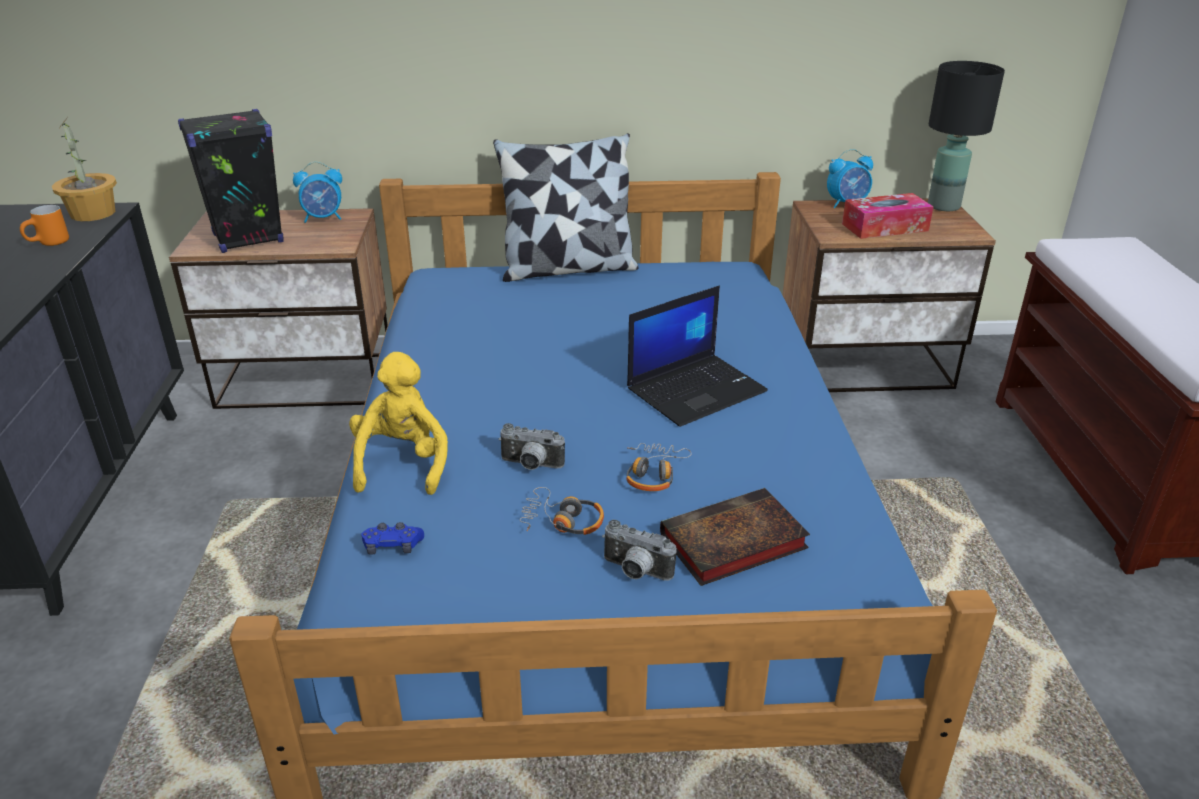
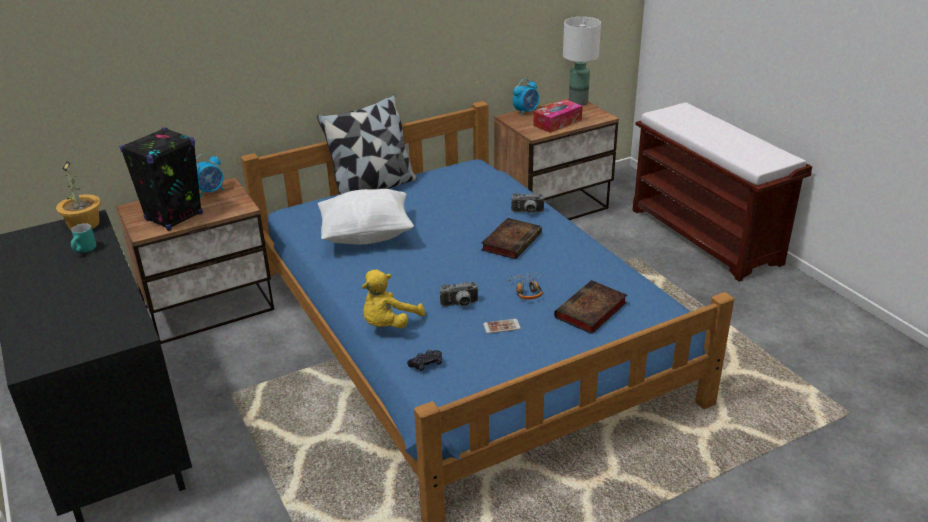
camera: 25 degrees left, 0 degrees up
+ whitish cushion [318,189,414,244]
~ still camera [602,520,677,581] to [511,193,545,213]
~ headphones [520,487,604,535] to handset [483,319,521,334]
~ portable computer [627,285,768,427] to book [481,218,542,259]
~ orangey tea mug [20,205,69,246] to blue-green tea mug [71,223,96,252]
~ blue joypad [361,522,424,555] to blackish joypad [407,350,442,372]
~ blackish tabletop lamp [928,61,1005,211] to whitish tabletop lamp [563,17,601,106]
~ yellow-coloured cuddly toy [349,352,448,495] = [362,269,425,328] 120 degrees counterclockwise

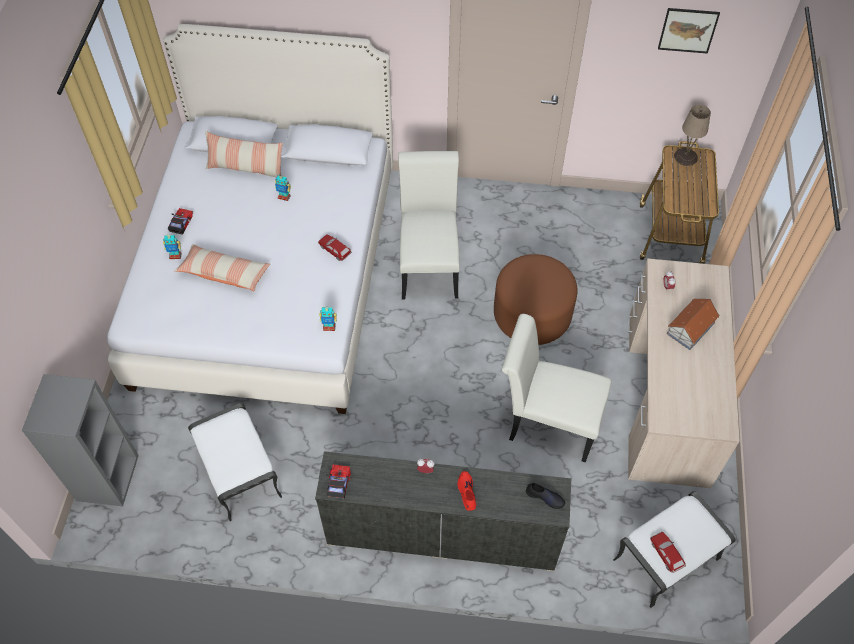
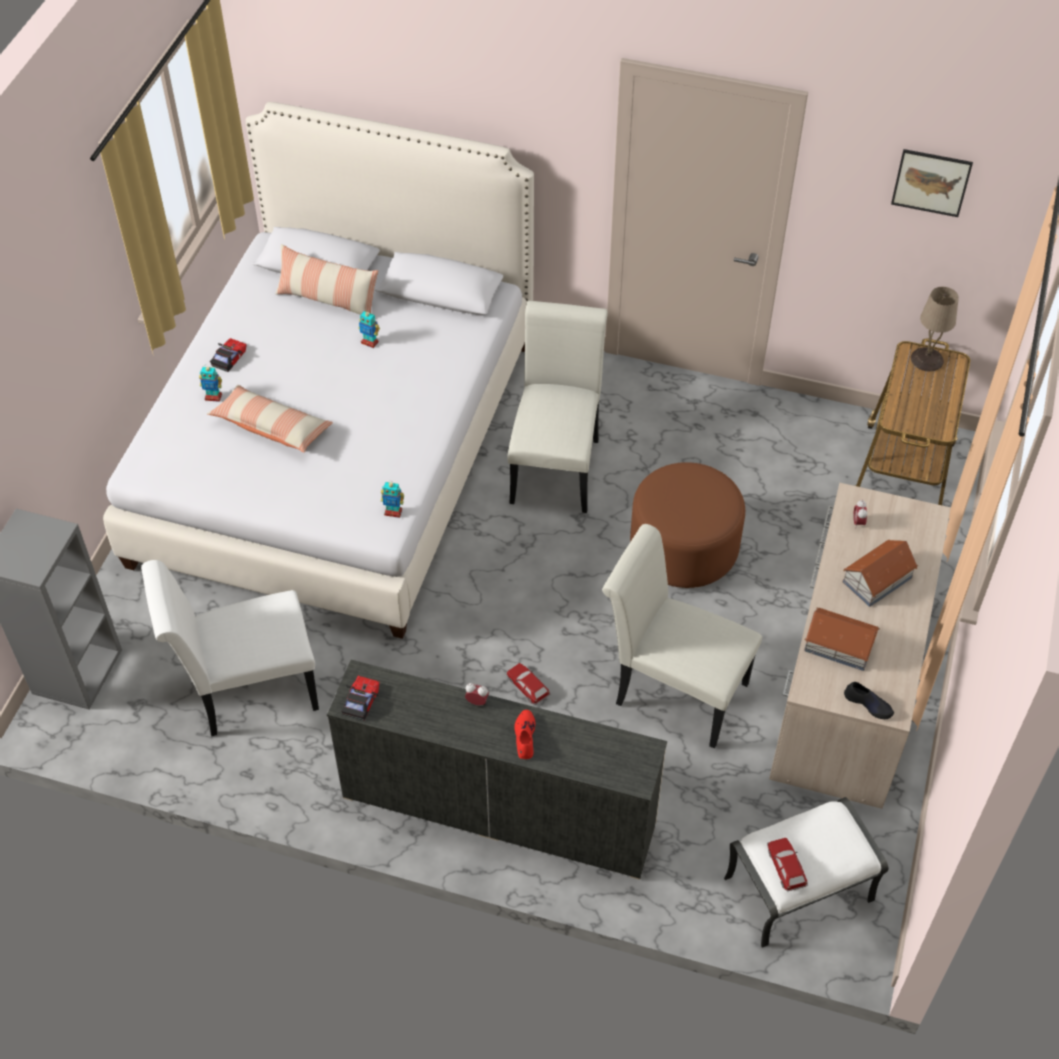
camera: 10 degrees right, 5 degrees down
+ model house [804,608,880,671]
~ toy car [318,234,352,261] to [506,663,551,704]
~ blackish item of footwear [526,483,565,509] to [844,682,894,719]
~ whitish pouffe [188,403,282,521] to whitish plain chair [141,560,319,736]

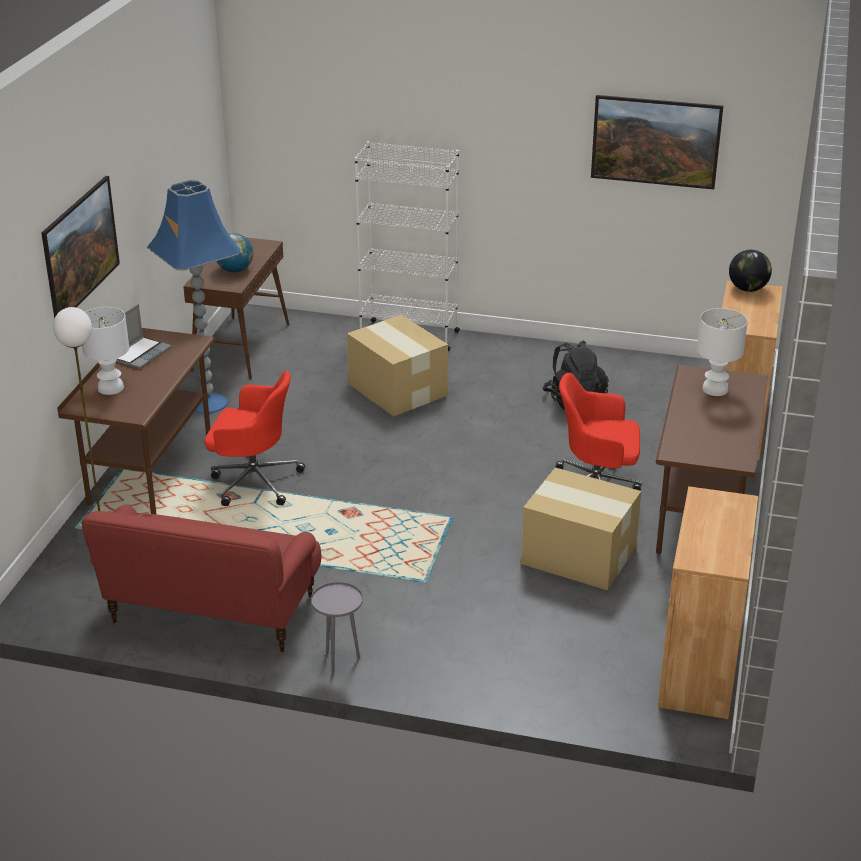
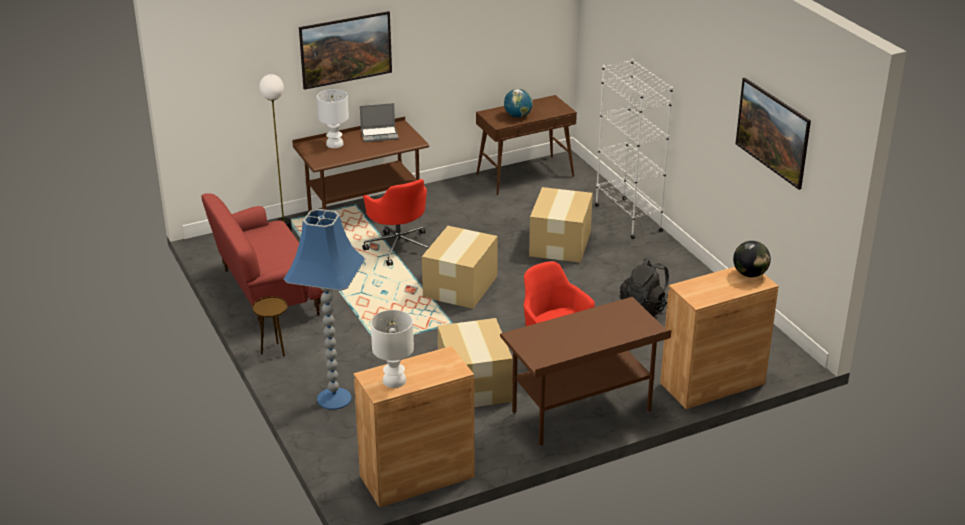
camera: 50 degrees right, 0 degrees up
+ carton [422,226,498,309]
~ blue floor lamp [147,179,241,413] to [284,209,365,410]
~ whitish tabletop lamp [697,308,748,396] to [371,310,414,388]
~ grey accent table [311,582,363,675] to brownish accent table [252,296,287,356]

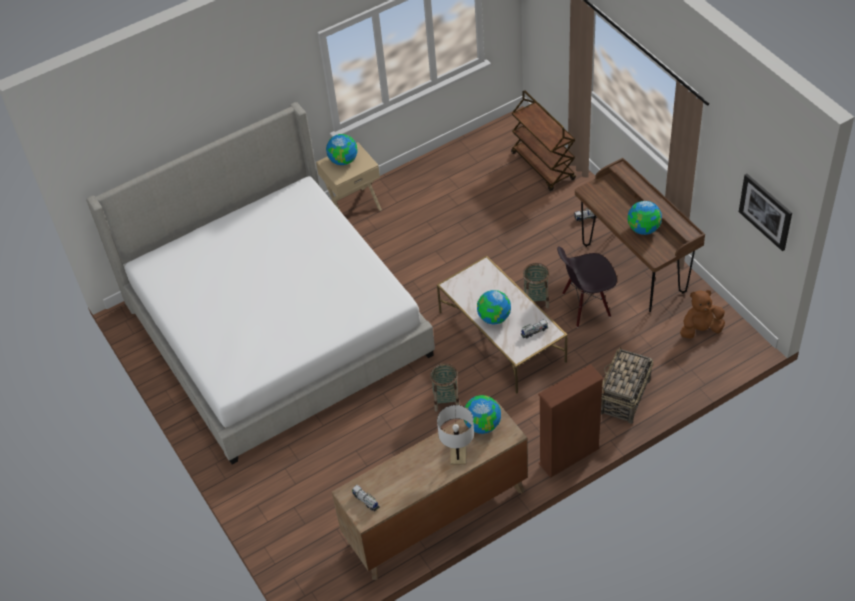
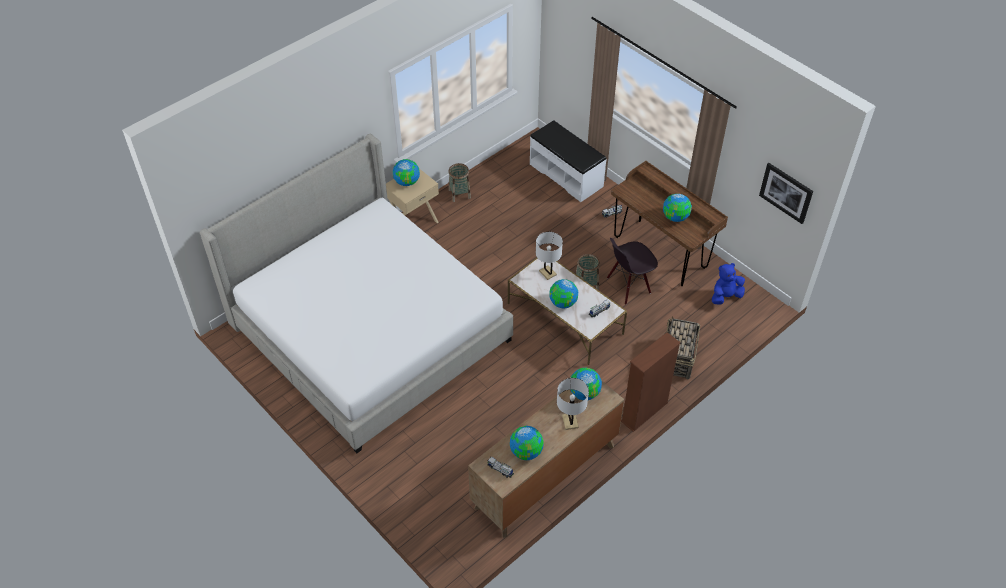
camera: 15 degrees left, 0 degrees up
+ world globe [510,426,544,460]
+ whitish tabletop lamp [536,232,563,280]
~ household basket [430,363,460,412] to [448,163,471,202]
~ brownish wheeled cart [511,90,576,191] to whitish indoor bench [530,120,606,202]
~ brownish cuddly toy [680,290,725,339] to blue cuddly toy [712,263,745,305]

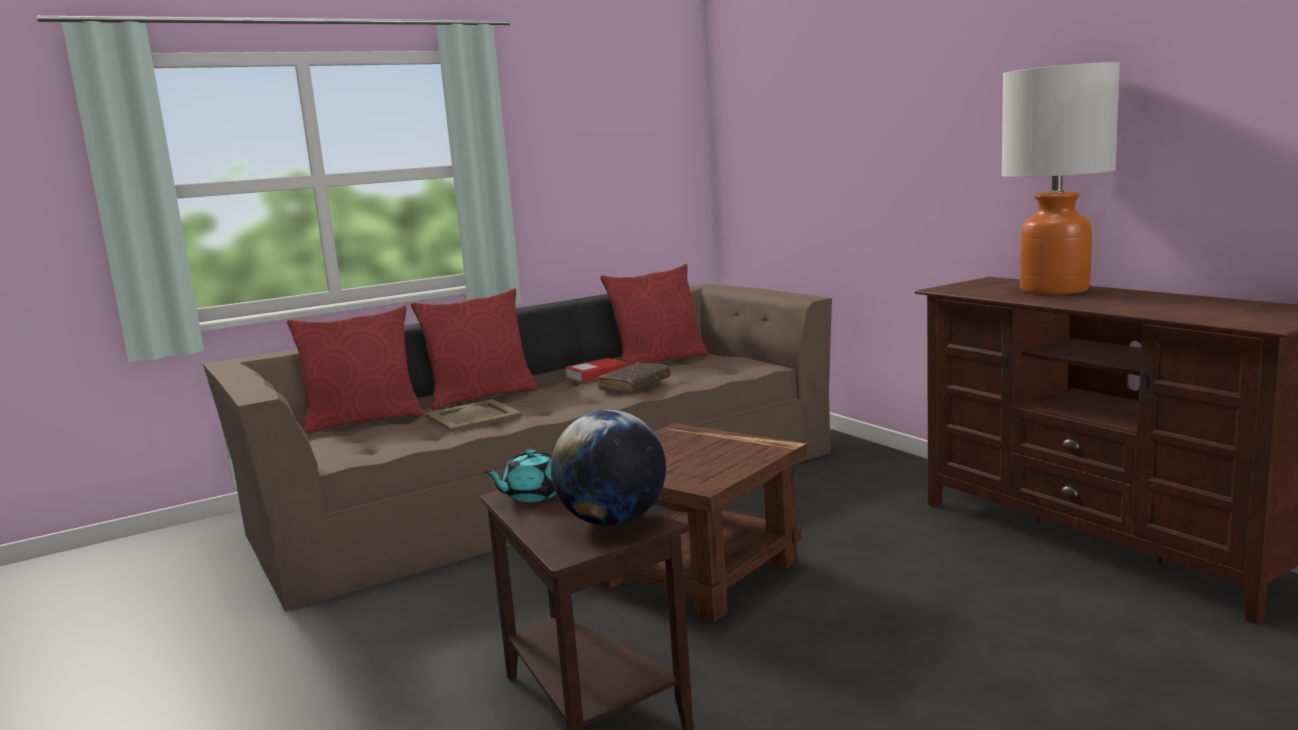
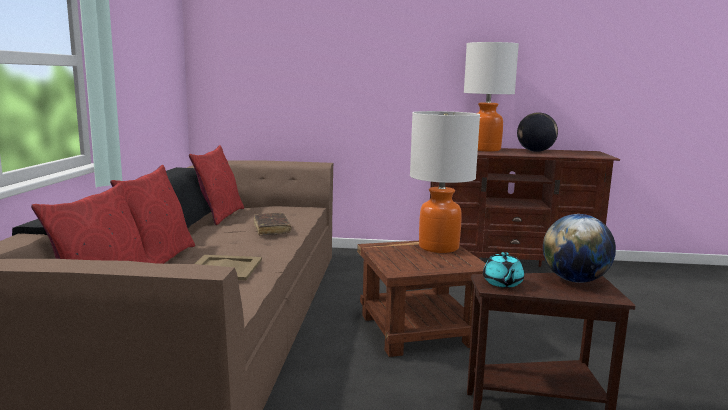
camera: 55 degrees left, 0 degrees up
- book [565,358,626,383]
+ tabletop lamp [410,111,480,253]
+ world globe [517,112,558,152]

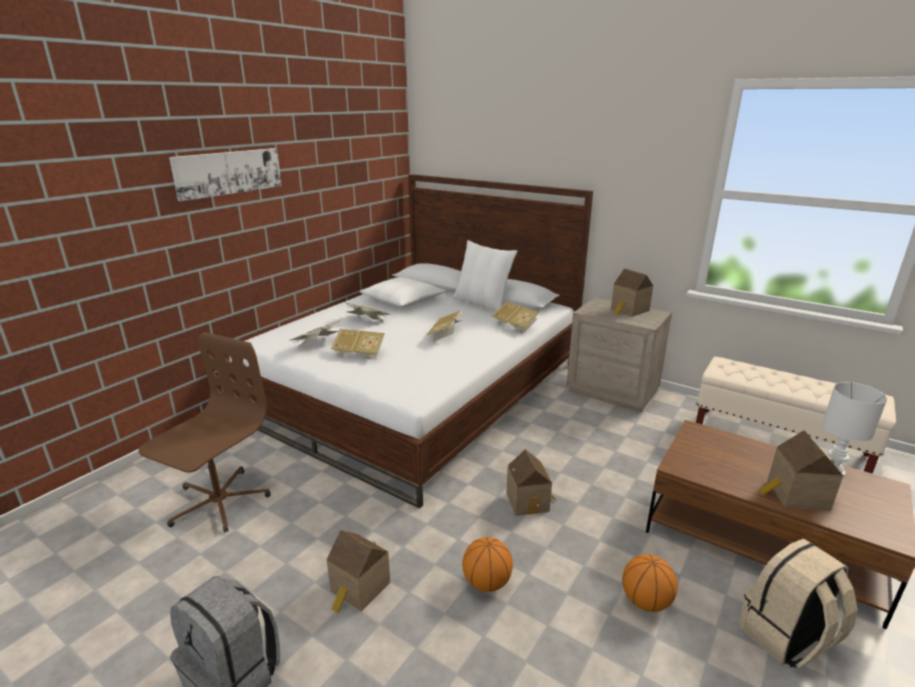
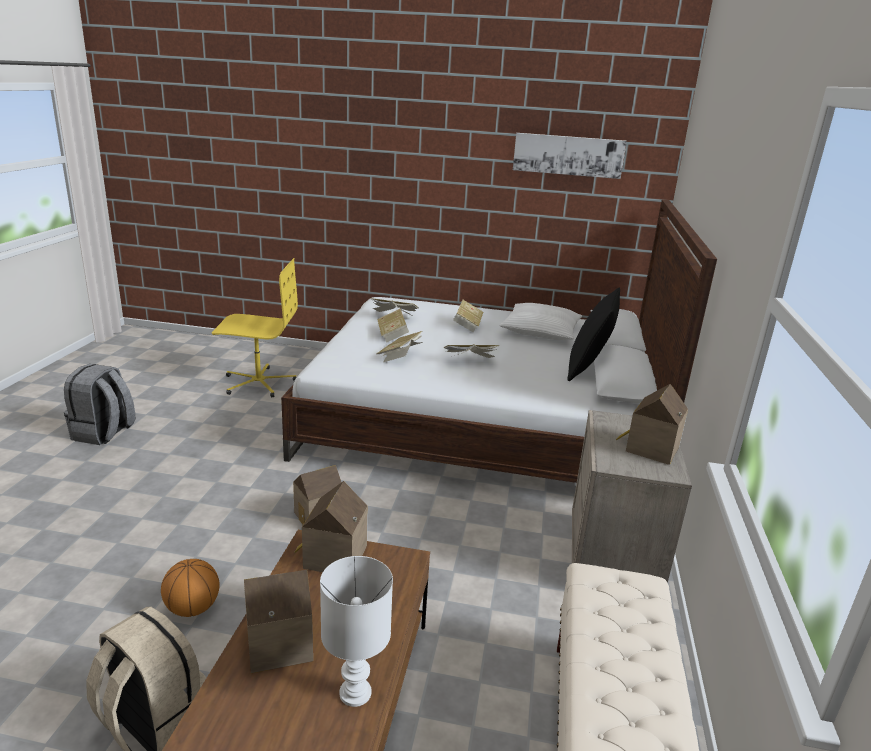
camera: 65 degrees right, 0 degrees up
- ball for basketball [462,537,513,592]
~ picture [169,148,282,201] to [513,133,627,179]
~ model house [327,530,390,613] to [294,481,368,572]
~ book [492,301,539,333] to [376,331,423,362]
~ brownish computer chair [138,332,271,533] to yellow-coloured computer chair [212,258,298,397]
~ whitish cushion [453,240,517,311] to blackish cushion [568,288,620,381]

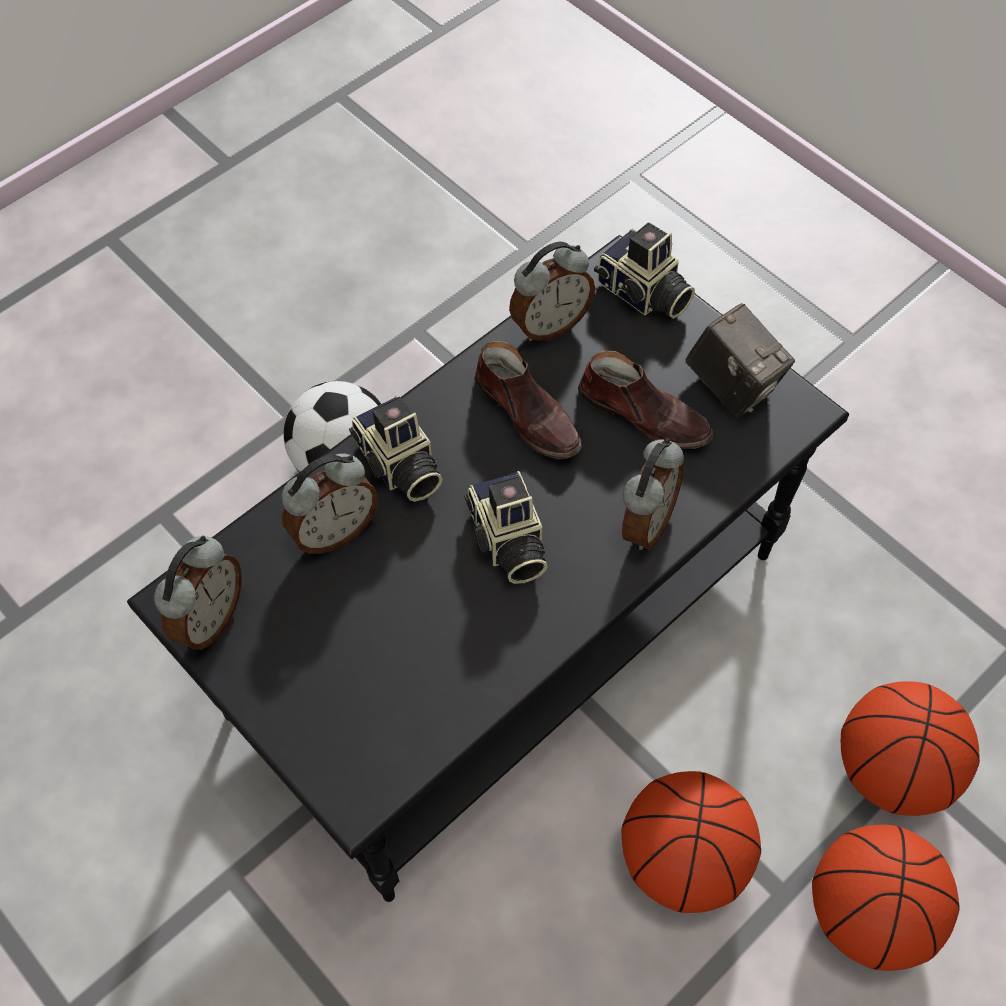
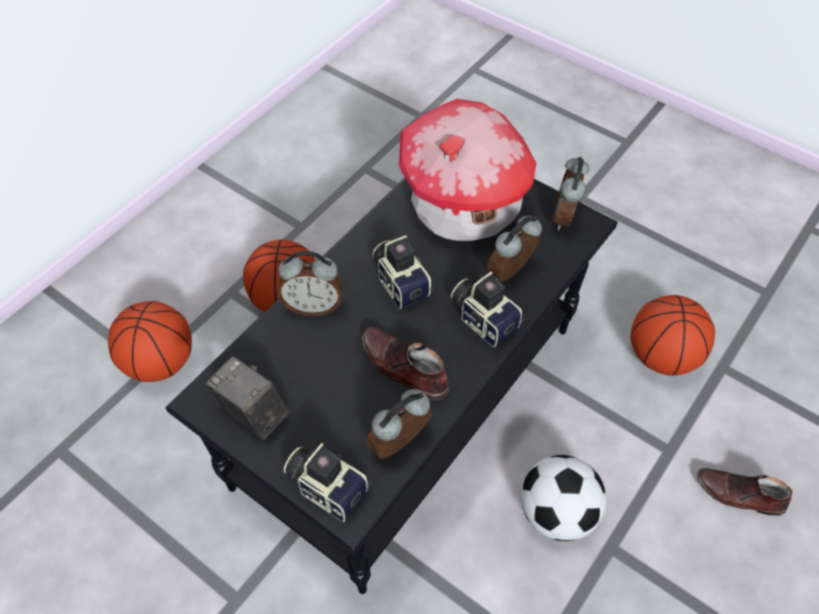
camera: 170 degrees right, 5 degrees down
+ model house [399,99,536,241]
~ brownish item of footwear [578,351,713,449] to [697,468,792,516]
~ ball for basketball [812,825,960,971] to [631,295,715,376]
~ table clock [622,438,684,550] = [278,251,343,316] 105 degrees counterclockwise

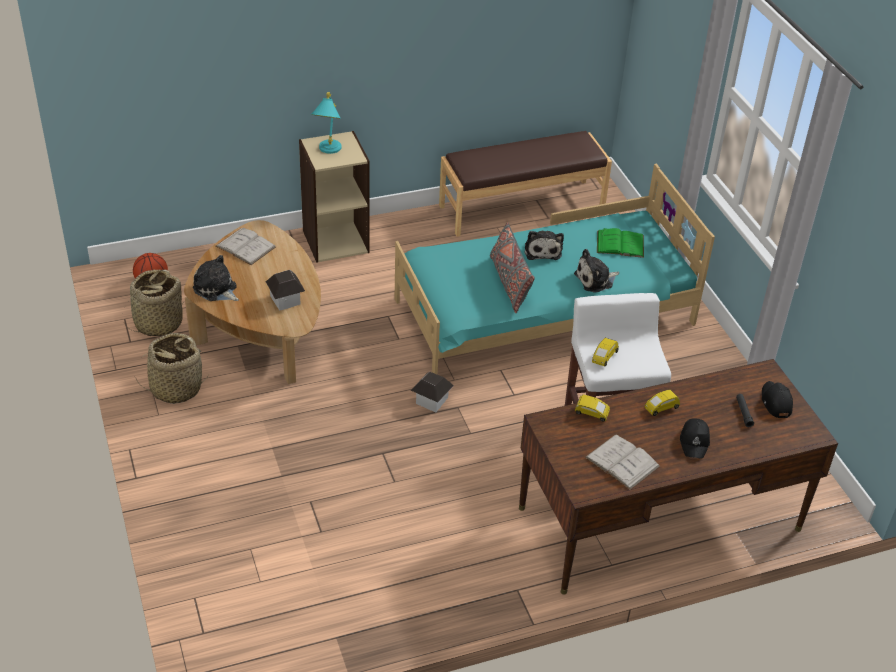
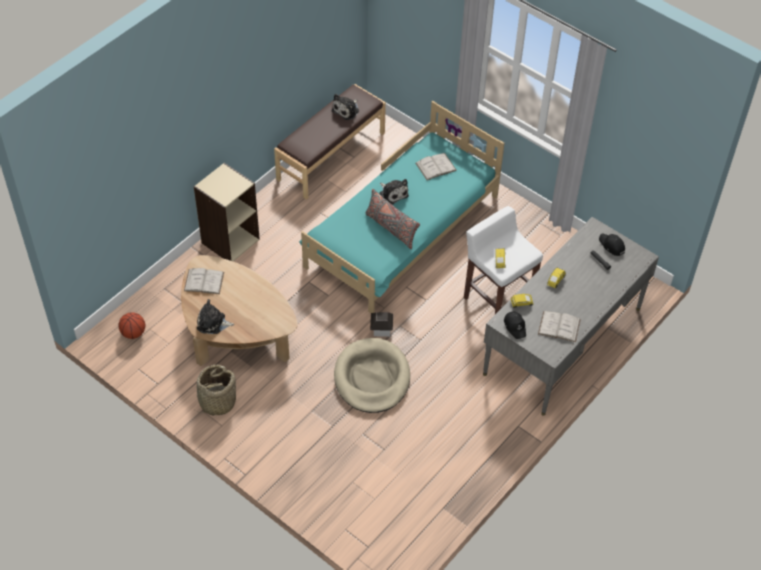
camera: 30 degrees left, 10 degrees up
- household basket [127,269,184,336]
- model house [266,270,305,310]
- blue-green tabletop lamp [311,92,341,154]
+ beige-coloured dog bed [334,338,410,413]
~ cuddly toy [574,249,619,293] to [332,94,359,120]
~ blackish peaked cap [680,418,710,458] to [504,312,526,339]
~ brownish desk unit [519,359,838,595] to grey desk unit [483,217,659,416]
~ green-coloured book [597,228,644,258] to whitish book [416,153,457,180]

